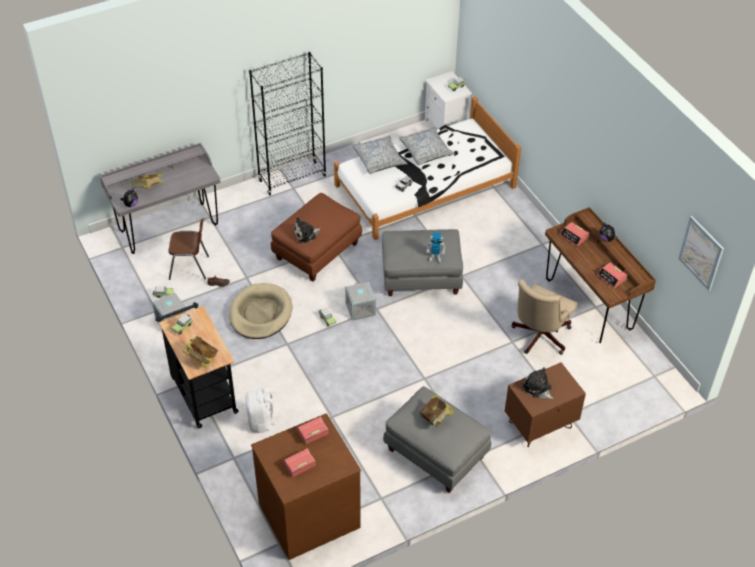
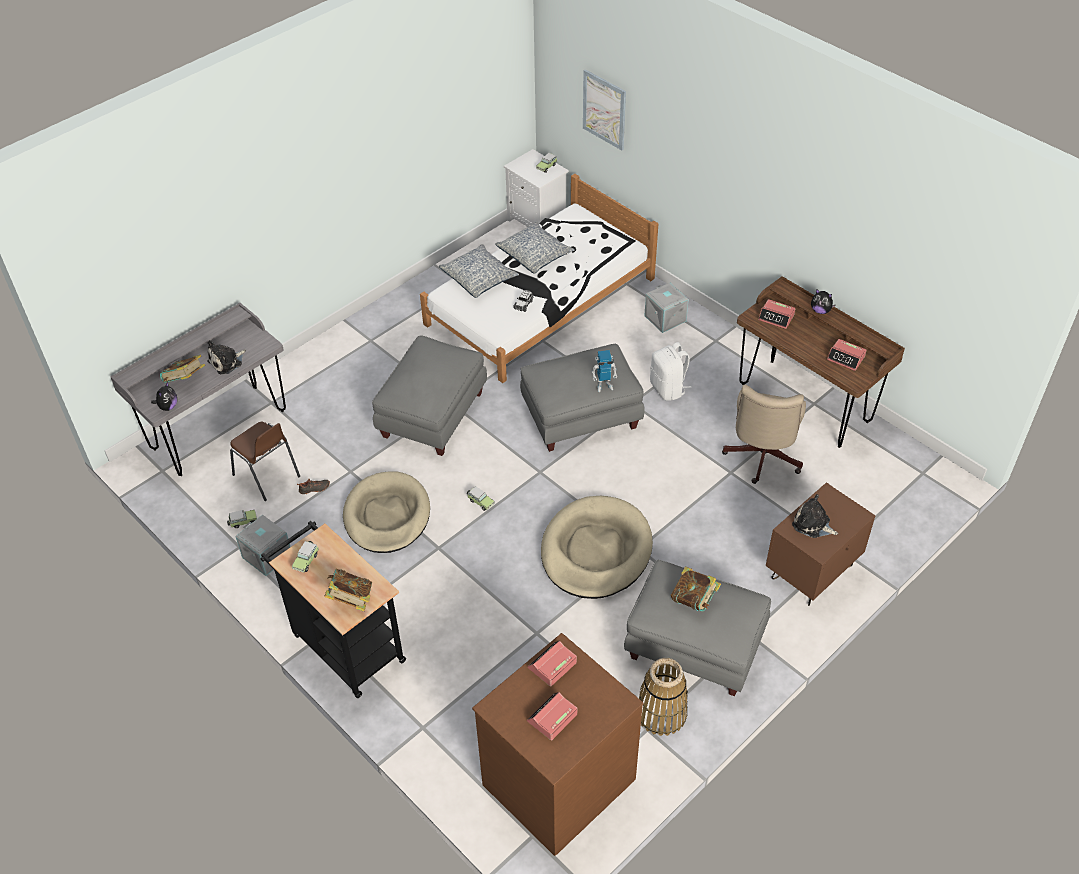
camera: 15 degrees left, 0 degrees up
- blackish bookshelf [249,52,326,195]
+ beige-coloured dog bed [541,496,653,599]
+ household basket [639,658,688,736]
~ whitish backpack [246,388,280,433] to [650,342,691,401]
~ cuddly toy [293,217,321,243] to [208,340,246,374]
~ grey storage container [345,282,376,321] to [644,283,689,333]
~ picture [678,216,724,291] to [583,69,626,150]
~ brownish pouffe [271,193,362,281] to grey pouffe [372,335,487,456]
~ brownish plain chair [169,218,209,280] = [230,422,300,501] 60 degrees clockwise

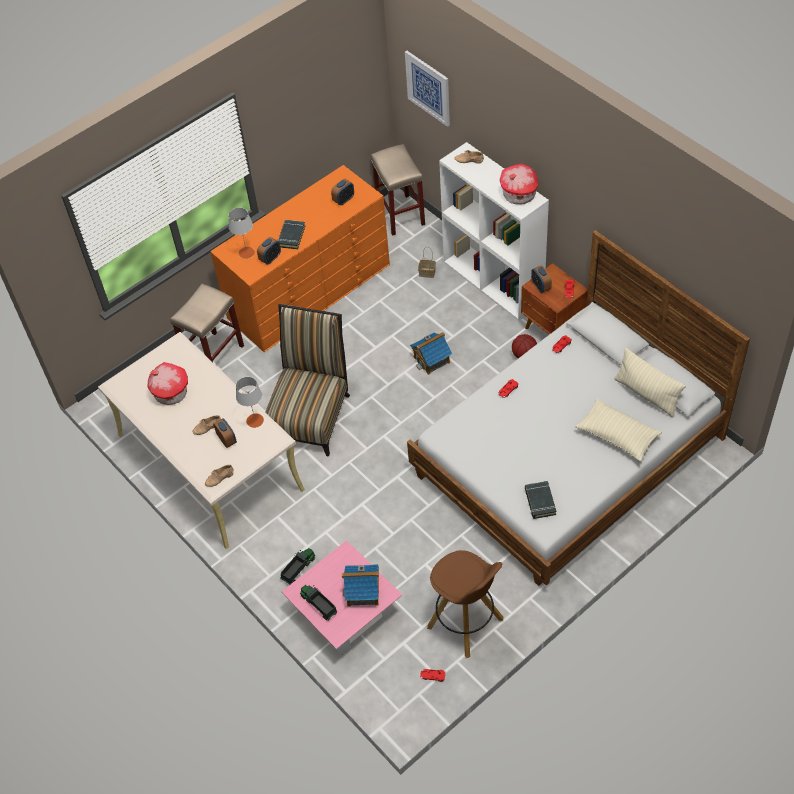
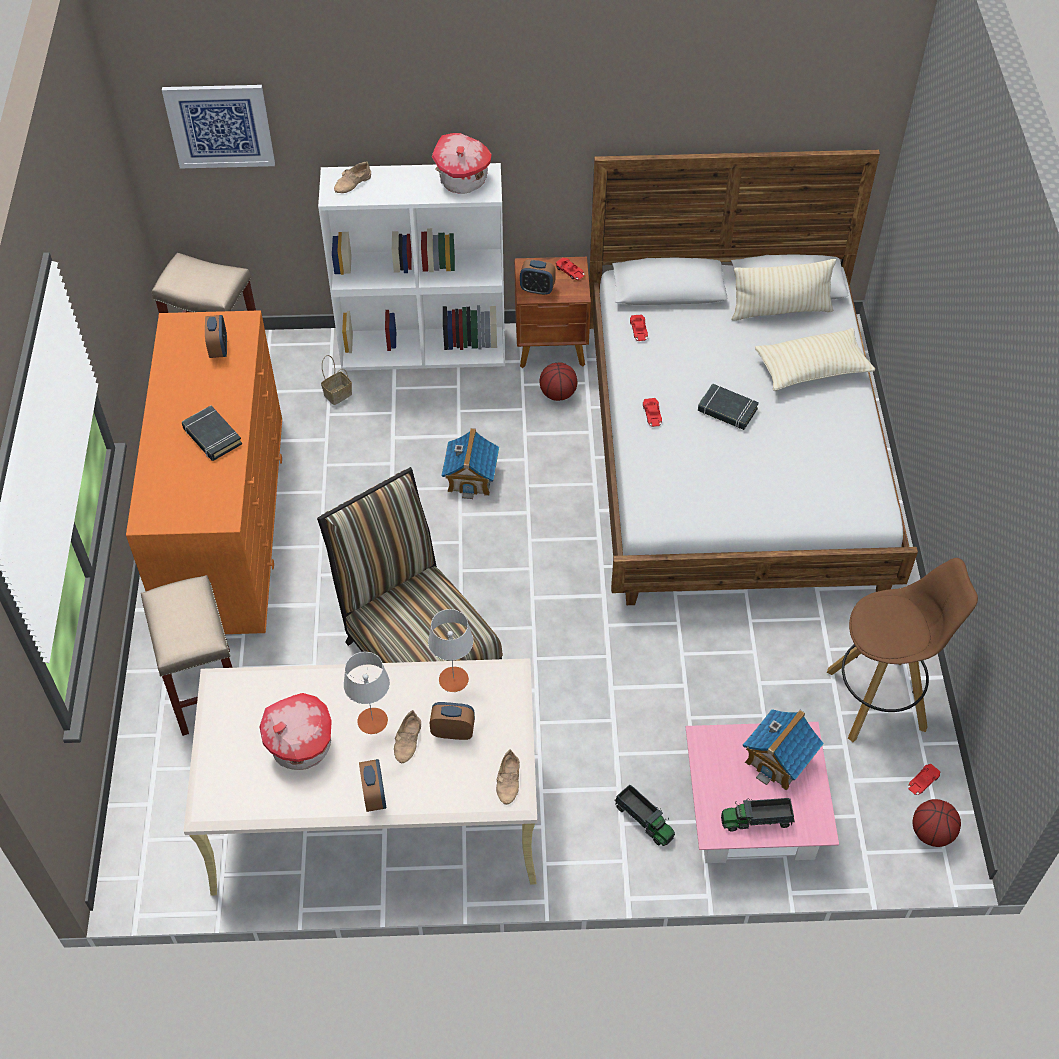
camera: 55 degrees left, 0 degrees up
+ ball for basketball [913,799,961,847]
~ grey tabletop lamp [228,208,255,259] to [343,652,390,734]
~ table clock [257,237,281,265] to [359,759,386,812]
~ blackish book [525,481,556,519] to [698,383,759,430]
~ model truck [281,548,315,585] = [614,784,675,846] 150 degrees clockwise

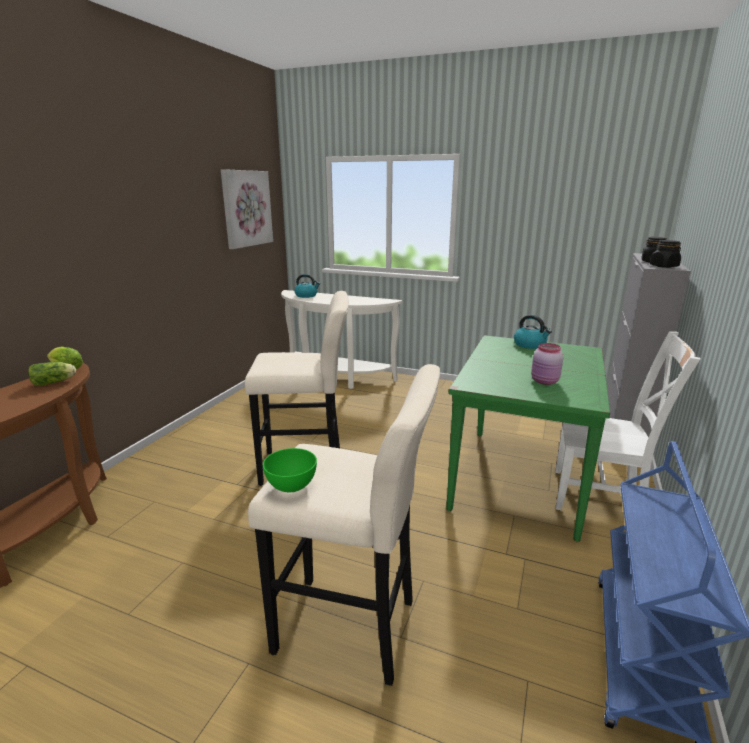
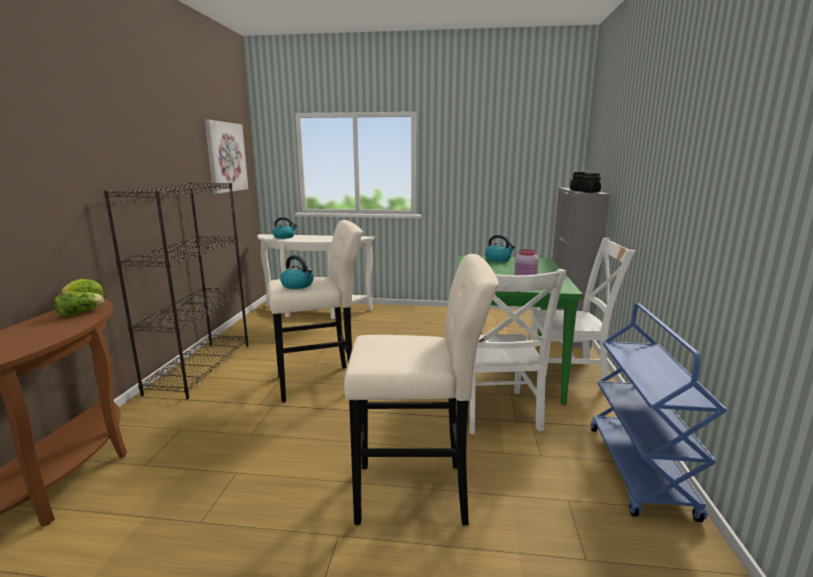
camera: 15 degrees left, 5 degrees down
- green-coloured deep dish [263,448,317,492]
+ blackish bookshelf [103,183,248,399]
+ kettle [280,255,313,289]
+ whitish plain chair [470,269,566,434]

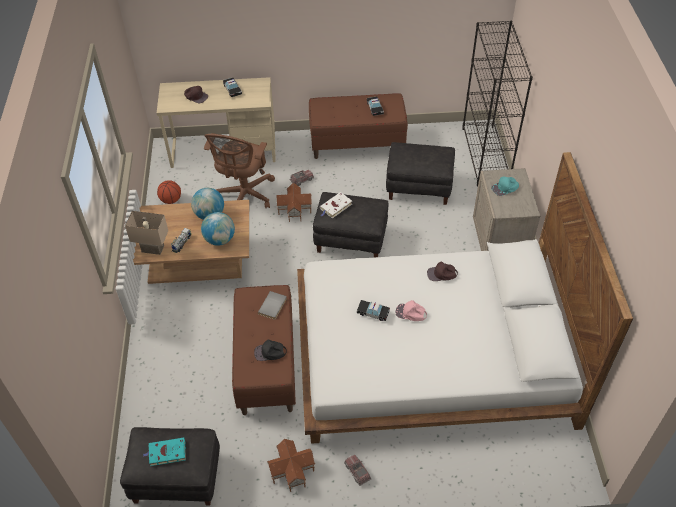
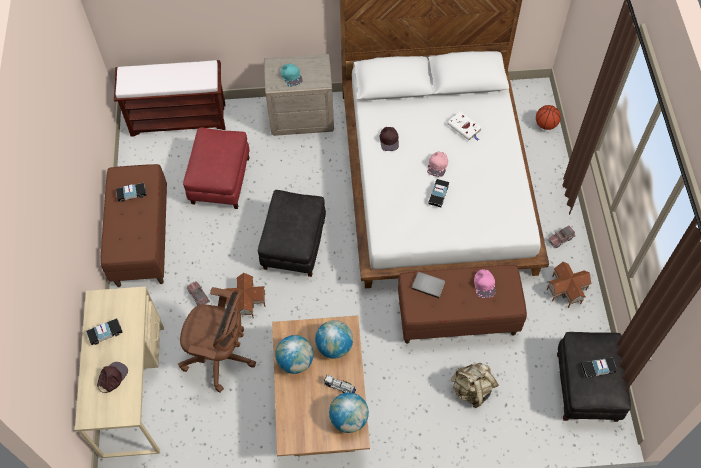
camera: 90 degrees left, 10 degrees up
+ beige-coloured backpack [451,363,499,408]
~ ball for basketball [157,180,181,204] to [536,105,561,130]
~ whitish book [320,192,352,218] to [447,111,482,141]
~ beige-coloured tabletop lamp [125,211,168,255] to world globe [329,393,369,433]
~ blue-green book [143,438,186,466] to toy car [581,357,617,378]
~ blackish bookshelf [462,20,533,186] to brownish indoor bench [114,60,226,137]
~ blackish peaked cap [254,340,287,361] to pinkish peaked cap [474,269,496,298]
~ blackish pouffe [386,142,455,205] to reddish pouffe [183,127,249,209]

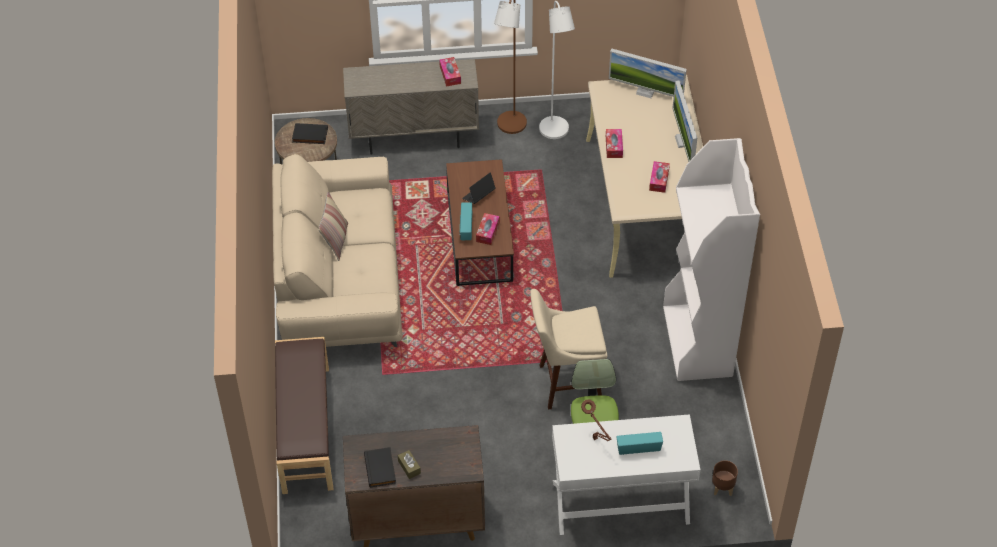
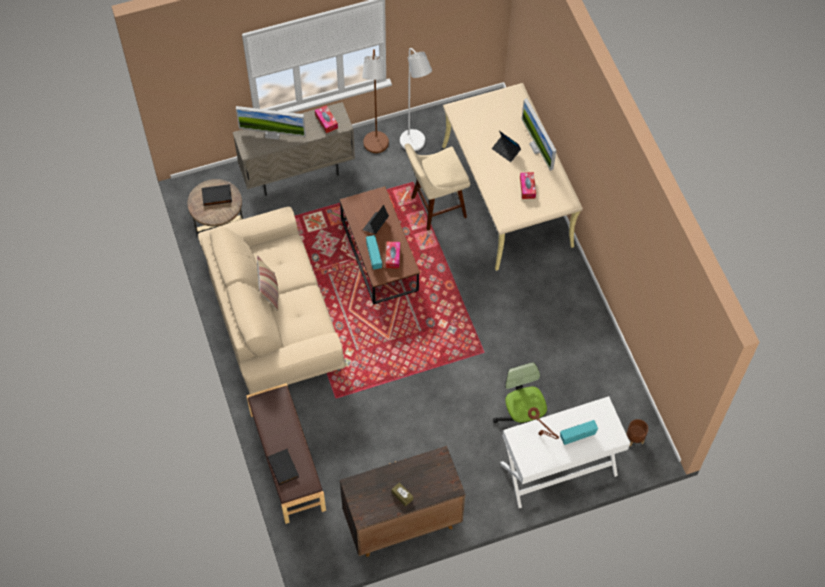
camera: 15 degrees left, 10 degrees up
- tissue box [606,129,623,158]
- whitish bookshelf [663,138,760,381]
+ portable computer [492,131,521,162]
~ blackish book [364,447,396,488] to [267,449,299,485]
~ beige-coloured sitting stool [530,289,607,410] to [405,143,470,231]
~ monitor [609,48,687,98] to [236,106,306,140]

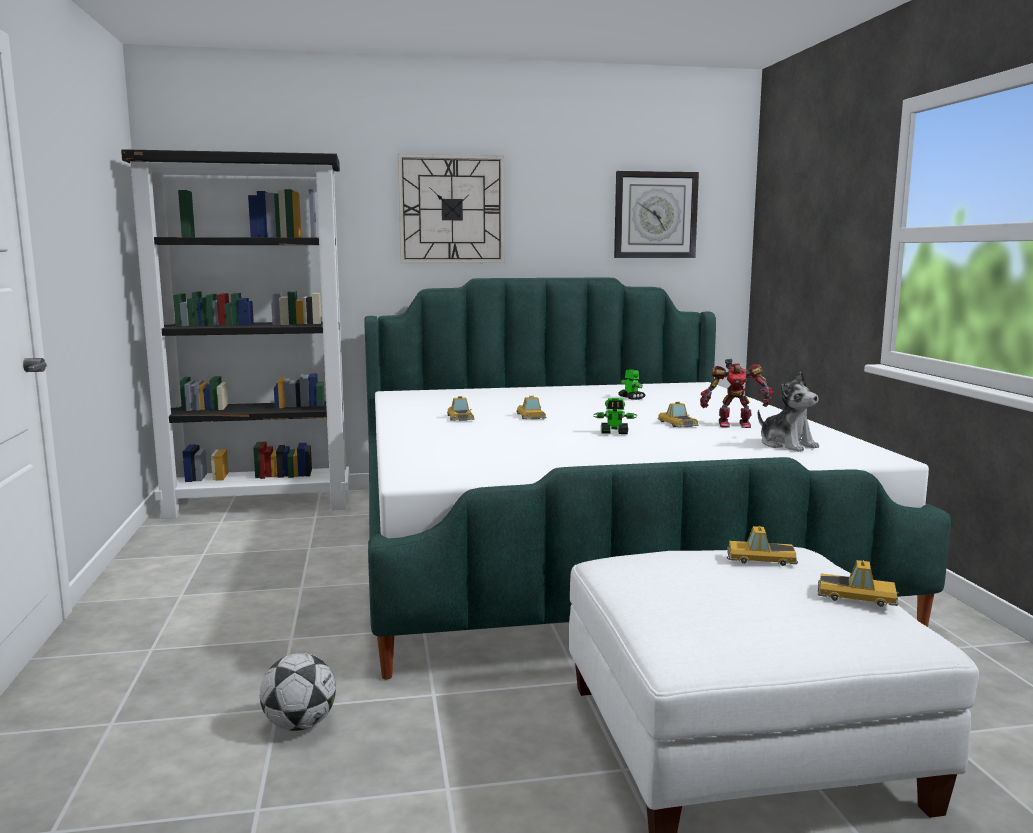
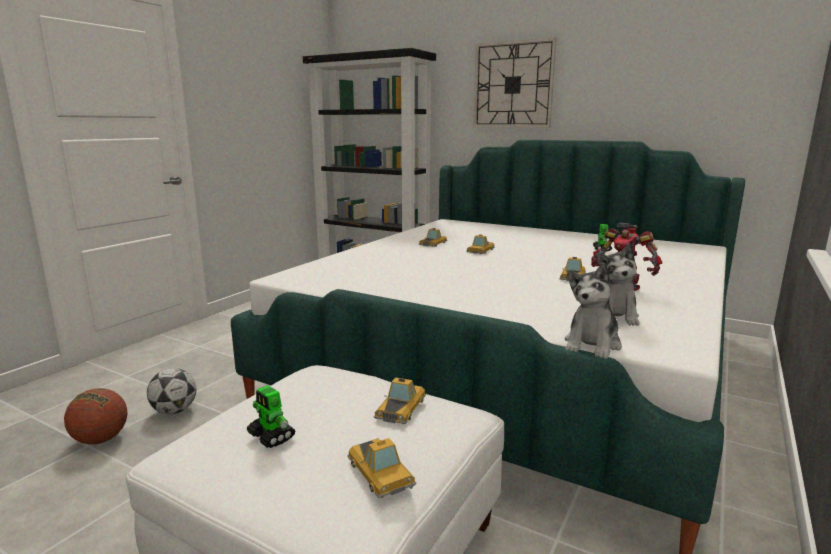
camera: 40 degrees right, 5 degrees up
- clock on the wall [614,171,699,258]
+ ball for basketball [64,388,127,444]
+ cuddly toy [565,263,622,359]
~ robot figure [594,398,637,434] to [246,385,296,448]
~ toy car [727,526,798,566] = [374,377,426,424] 60 degrees clockwise

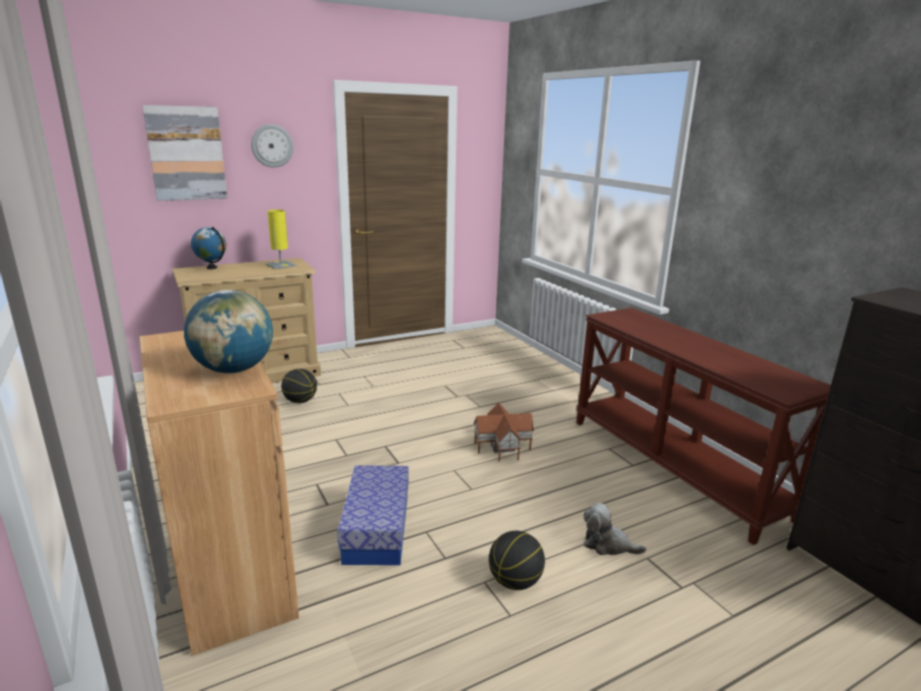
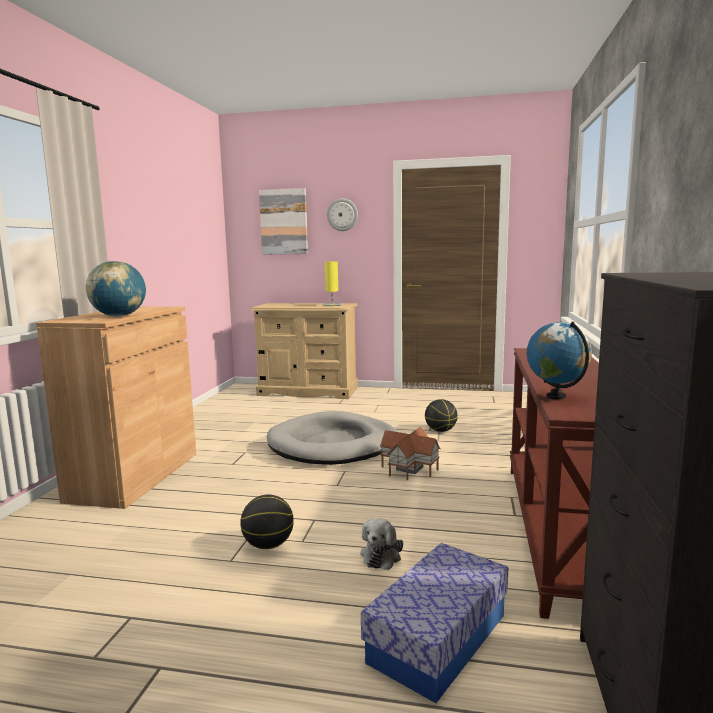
camera: 40 degrees right, 10 degrees down
+ grey dog bed [267,411,398,465]
~ world globe [191,227,227,269] to [527,321,592,399]
~ ball for basketball [281,369,317,403] to [425,399,458,432]
~ storage container [337,465,409,565] to [361,543,508,703]
~ cuddly toy [584,503,646,555] = [360,518,403,570] 135 degrees counterclockwise

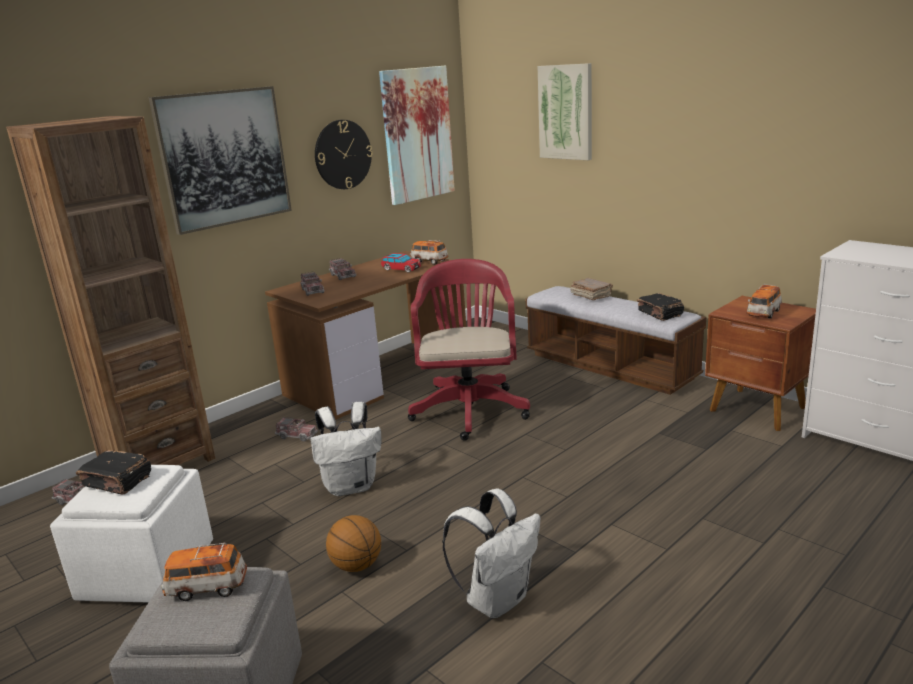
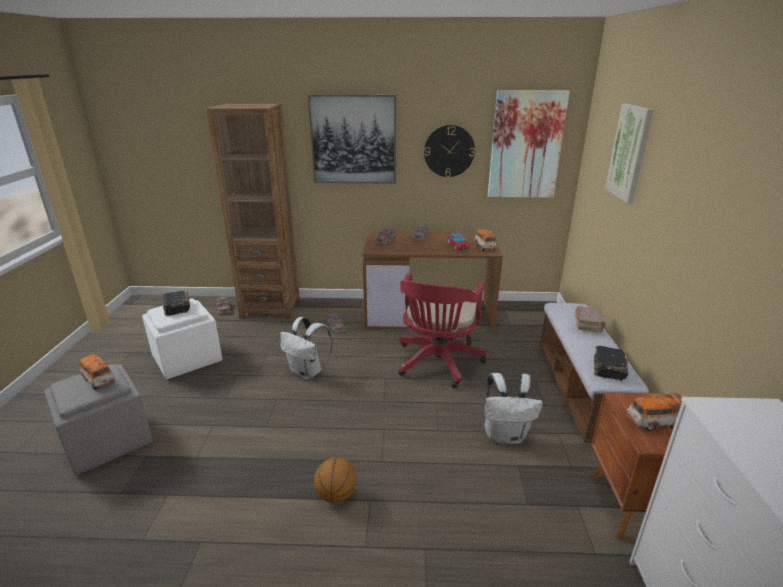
camera: 45 degrees right, 5 degrees up
~ ball for basketball [326,515,381,572] to [314,457,357,503]
~ whitish backpack [442,488,540,618] to [484,373,543,444]
~ reddish computer chair [408,259,530,441] = [399,273,487,388] 150 degrees clockwise

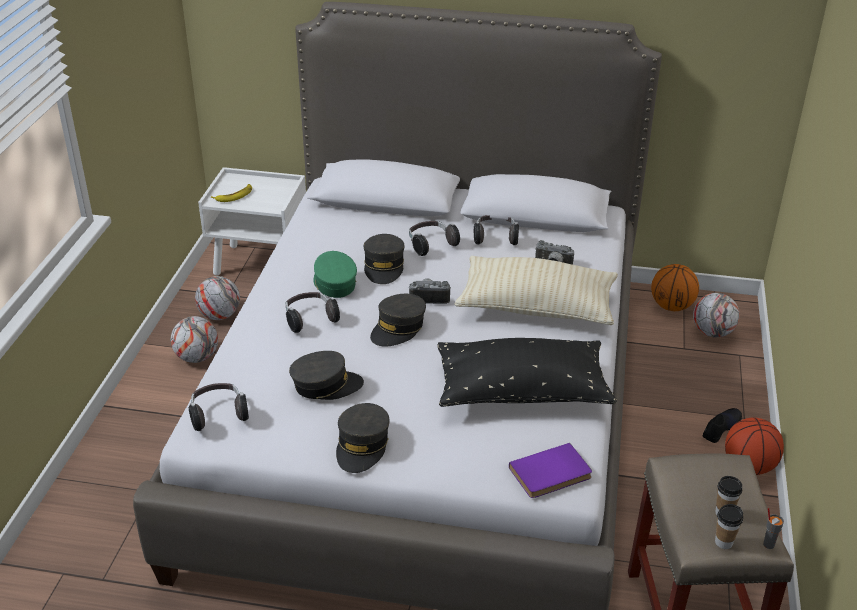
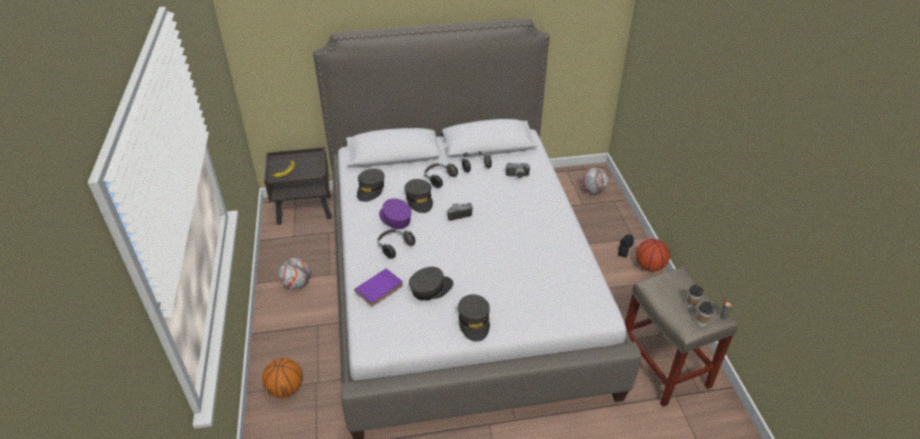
camera: 20 degrees left, 5 degrees up
- headphones [189,383,249,431]
- football [195,276,240,320]
- blackish cushion [438,338,617,407]
- beige-coloured cushion [455,256,618,325]
~ grey peaked cap [370,294,426,347] to [357,169,385,202]
~ purple-coloured book [509,443,592,498] to [354,269,403,306]
~ ball for basketball [651,264,699,311] to [262,358,302,398]
~ whitish night table [198,167,306,276] to brownish night table [264,147,332,225]
~ green-coloured peaked cap [313,251,357,298] to purple-coloured peaked cap [379,198,412,229]

